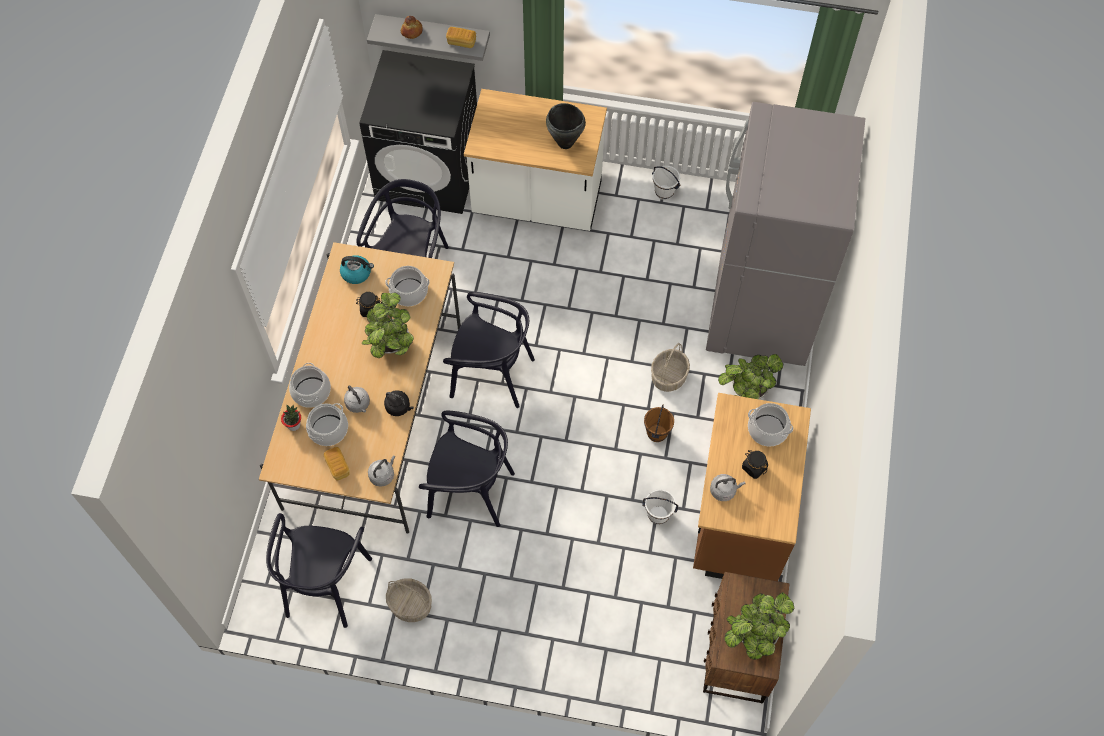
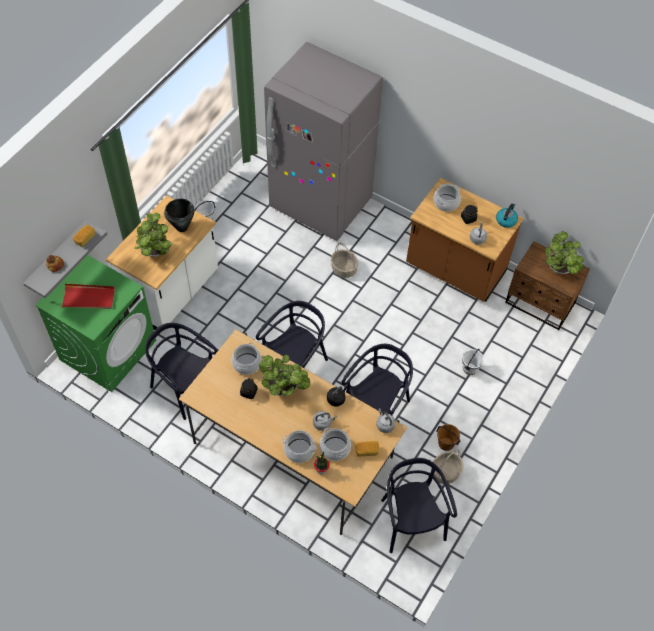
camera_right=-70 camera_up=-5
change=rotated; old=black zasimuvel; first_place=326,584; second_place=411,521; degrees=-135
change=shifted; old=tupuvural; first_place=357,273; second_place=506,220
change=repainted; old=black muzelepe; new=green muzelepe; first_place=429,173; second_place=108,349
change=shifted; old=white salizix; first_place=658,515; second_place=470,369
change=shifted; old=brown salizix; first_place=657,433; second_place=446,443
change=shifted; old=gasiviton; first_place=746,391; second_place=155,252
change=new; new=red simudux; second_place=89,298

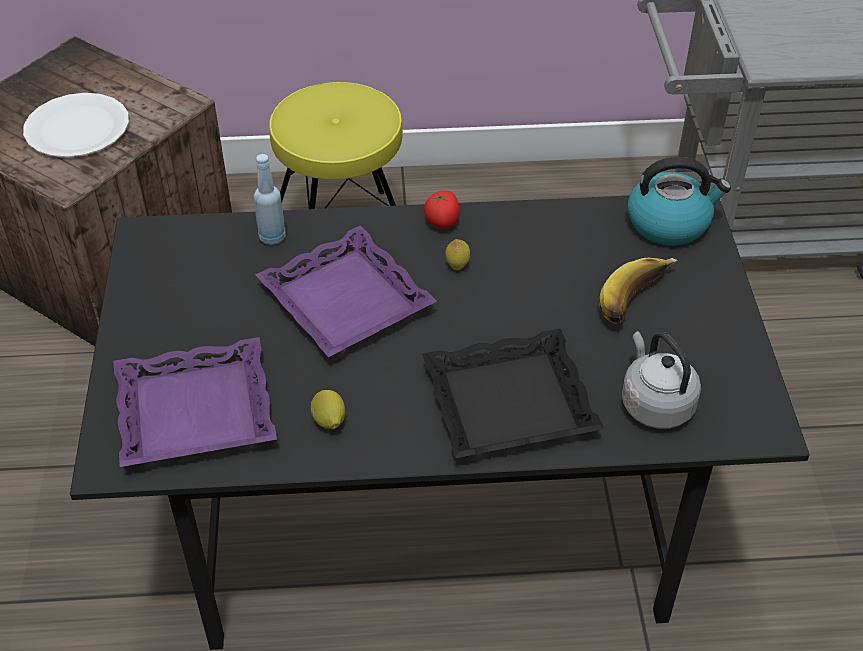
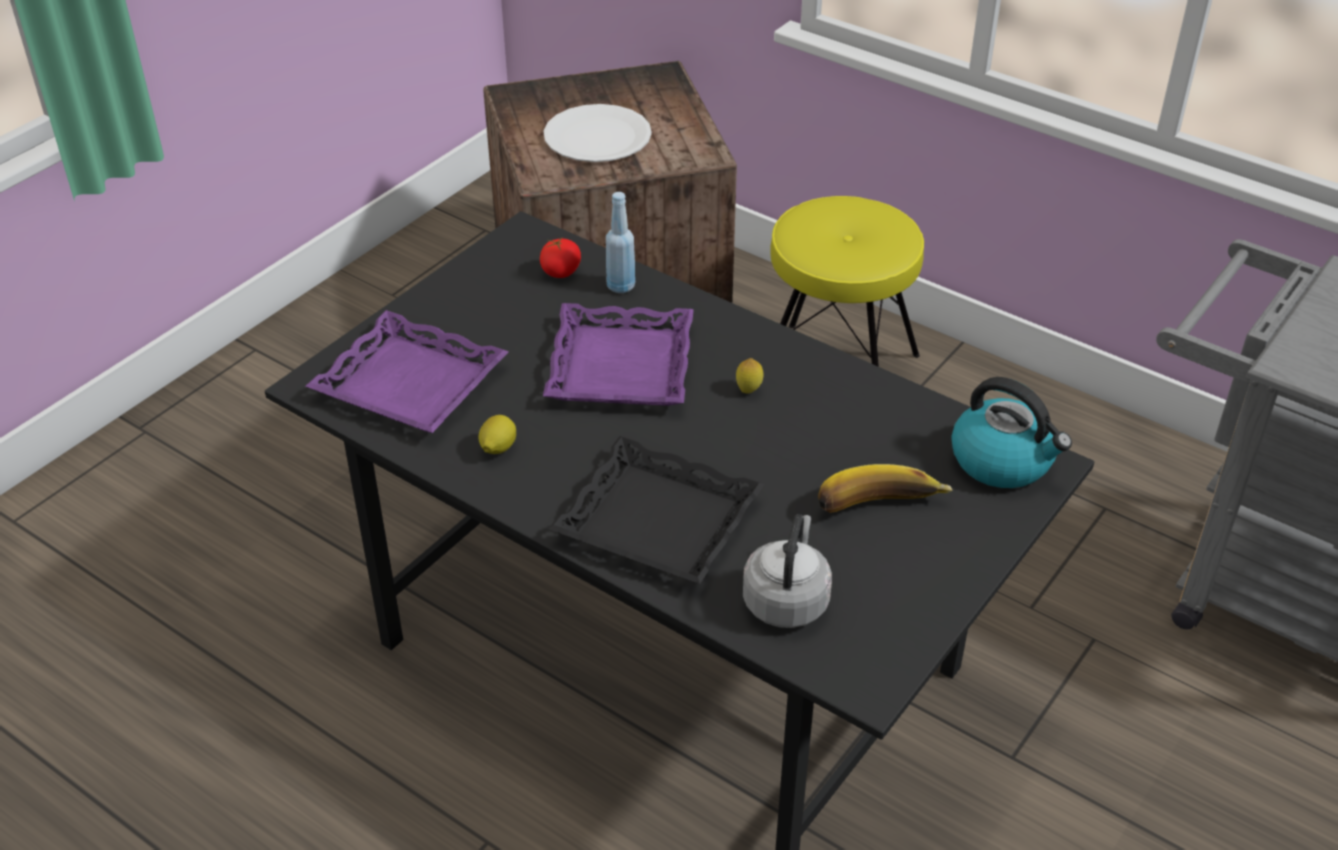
camera_right=40 camera_up=-5
change=shifted; old=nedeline; first_place=442,222; second_place=561,272

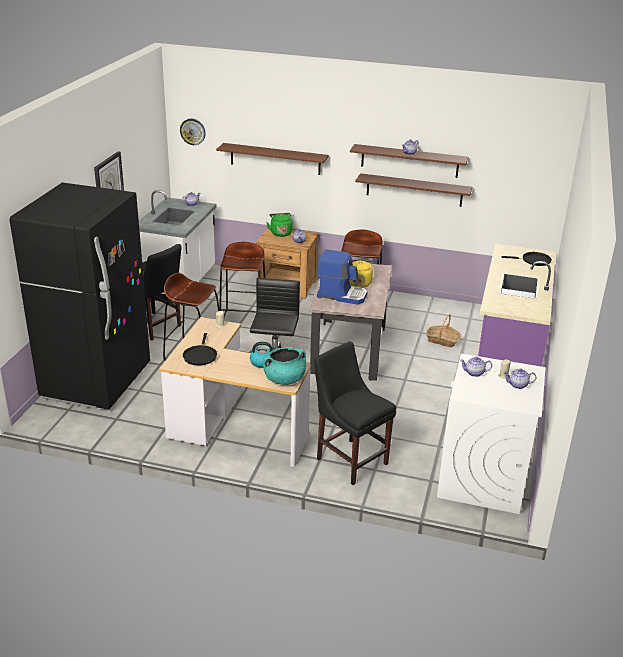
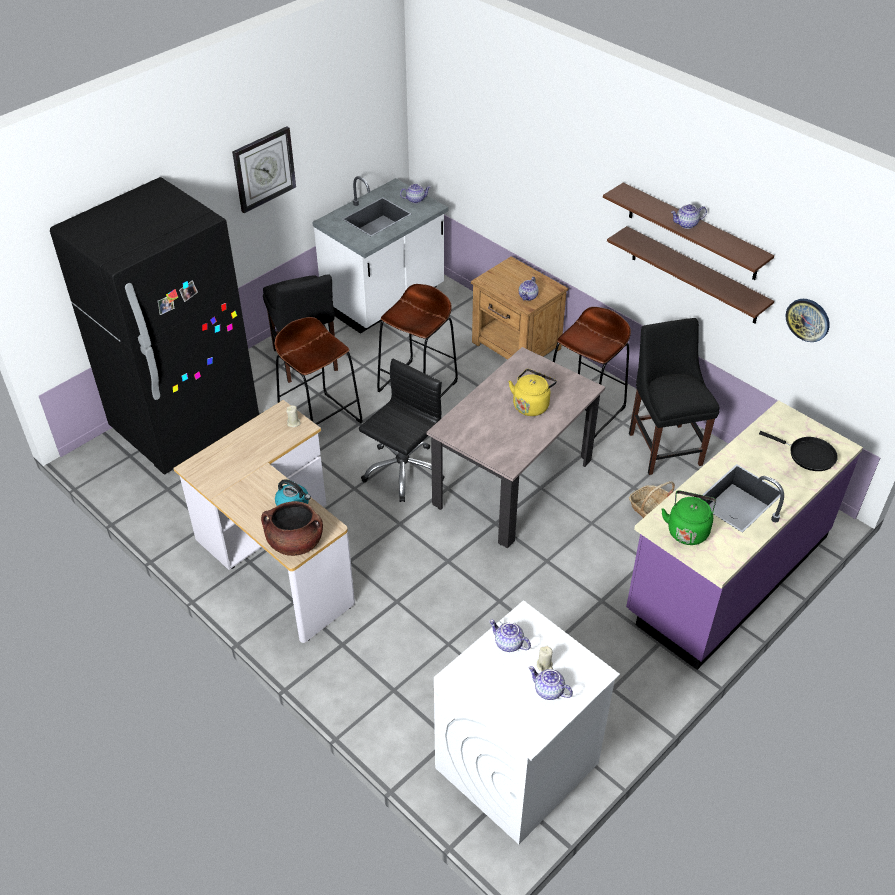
camera_right=30 camera_up=15
change=shifted; old=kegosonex; first_place=193,131; second_place=808,319
change=gone; old=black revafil; first_place=200,356
change=gone; old=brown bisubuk; first_place=275,159
change=repainted; old=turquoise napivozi; new=brown napivozi; first_place=284,379; second_place=295,543
change=shifted; old=green tupuvural; first_place=280,233; second_place=687,530
change=shifted; old=black zasimuvel; first_place=350,459; second_place=664,446
change=gone; old=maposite; first_place=342,295

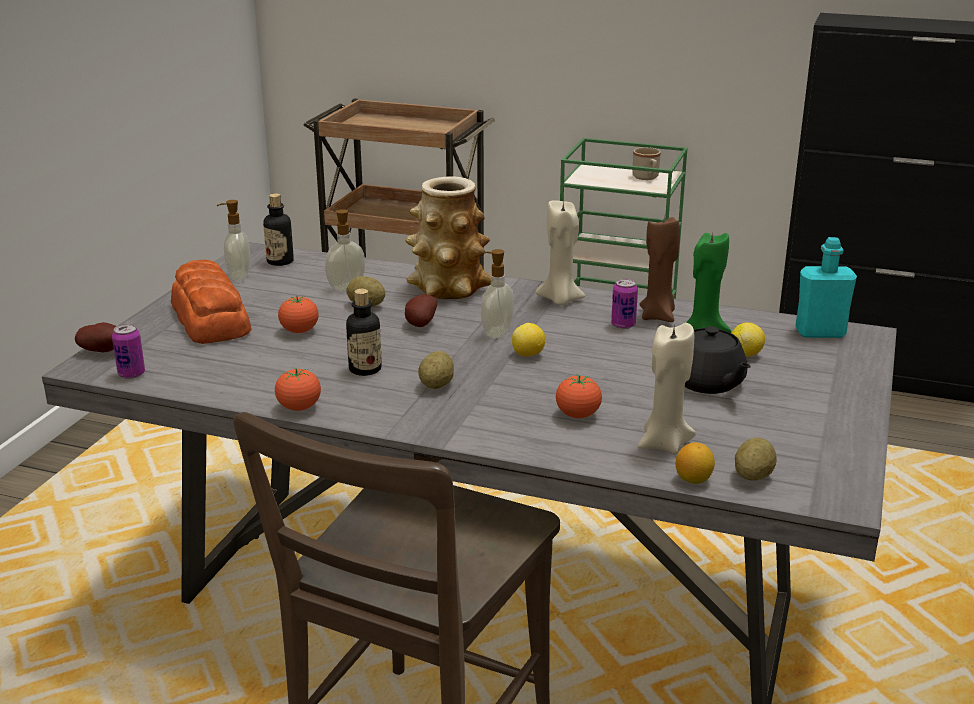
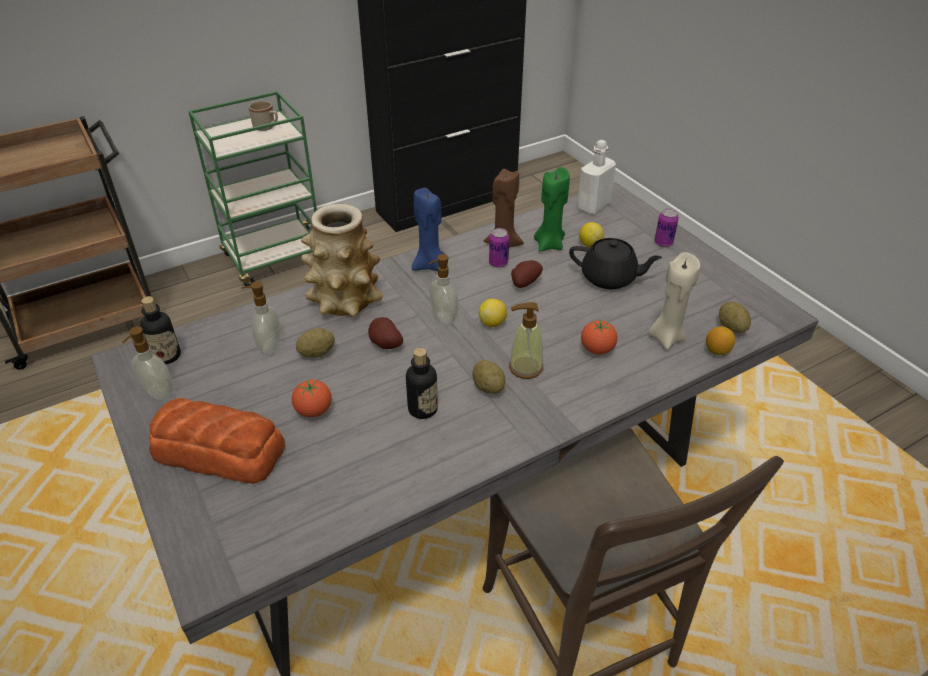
camera_right=-50 camera_up=15
change=shifted; old=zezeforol; first_place=104,351; second_place=524,283
change=shifted; old=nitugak; first_place=131,374; second_place=663,243
change=gone; old=nedeline; first_place=299,408
change=repainted; old=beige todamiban; new=blue todamiban; first_place=560,300; second_place=430,266
change=repainted; old=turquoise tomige; new=white tomige; first_place=820,332; second_place=593,206
change=new; new=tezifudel; second_place=525,367

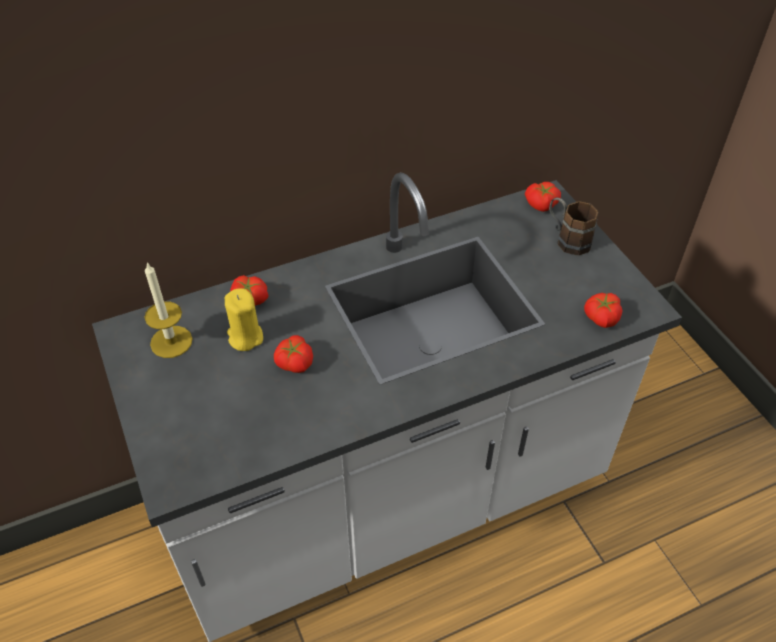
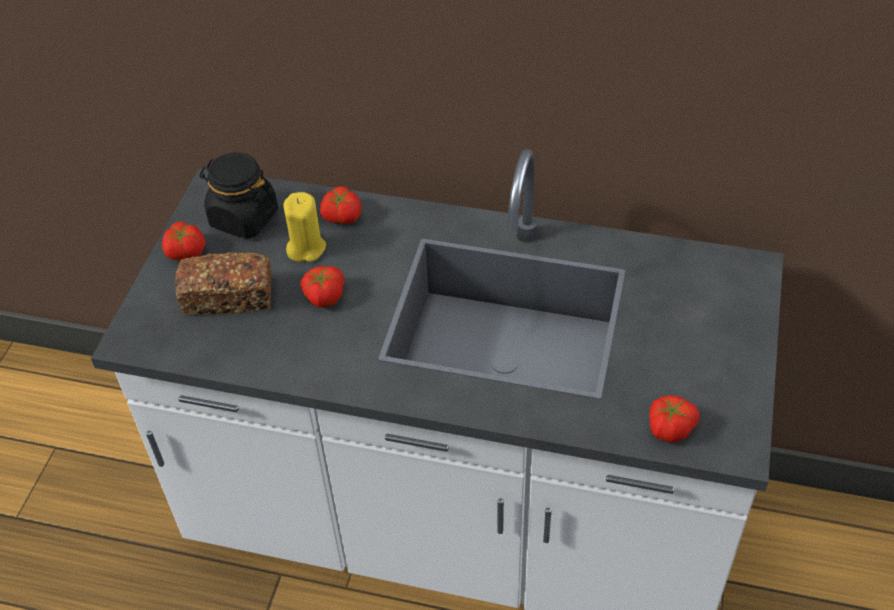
camera_right=40 camera_up=0
change=swapped; old=todamiban; new=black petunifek; first_place=171,341; second_place=243,218
change=shifted; old=nedeline; first_place=541,205; second_place=185,252
change=gone; old=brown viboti; first_place=567,239
change=new; new=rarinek; second_place=228,297

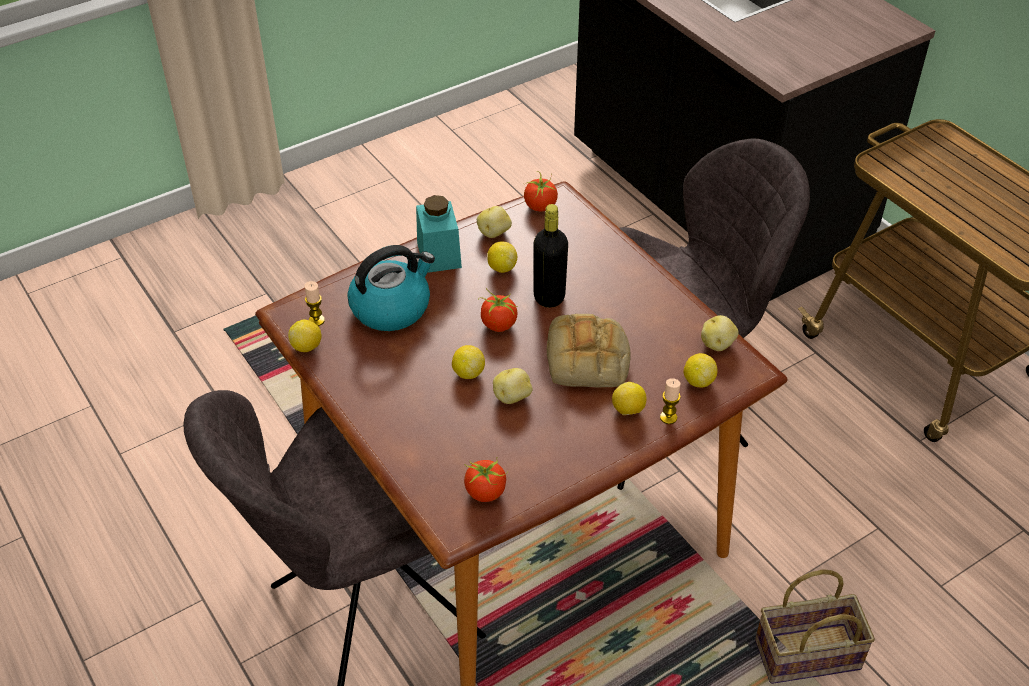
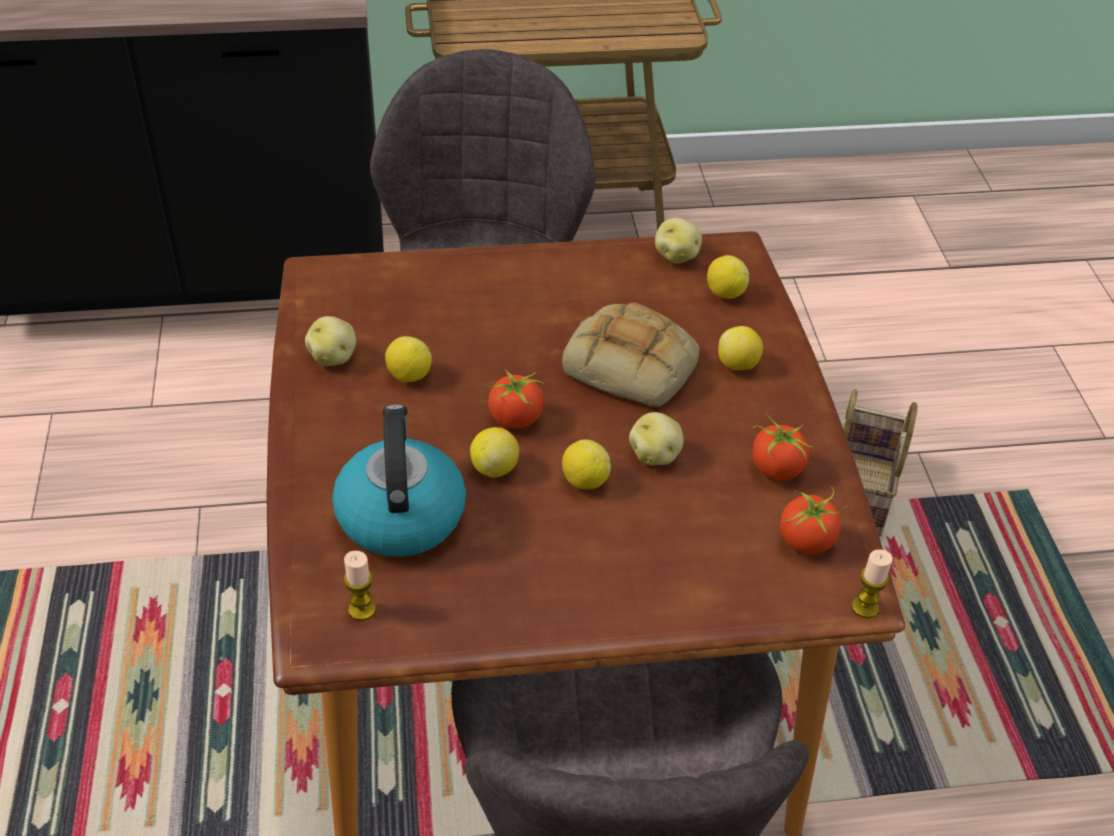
camera_right=-65 camera_up=0
change=shifted; old=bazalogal; first_place=307,347; second_place=494,468
change=gone; old=turquoise petunifek; first_place=439,255
change=shifted; old=nedeline; first_place=540,206; second_place=776,469
change=gone; old=black tomige; first_place=549,297
change=shifted; old=todamiban; first_place=668,417; second_place=865,607

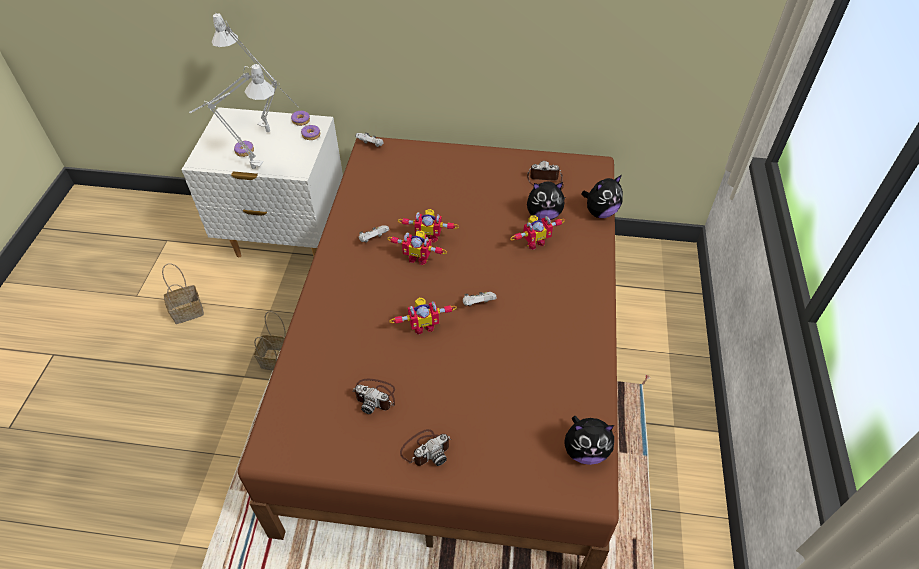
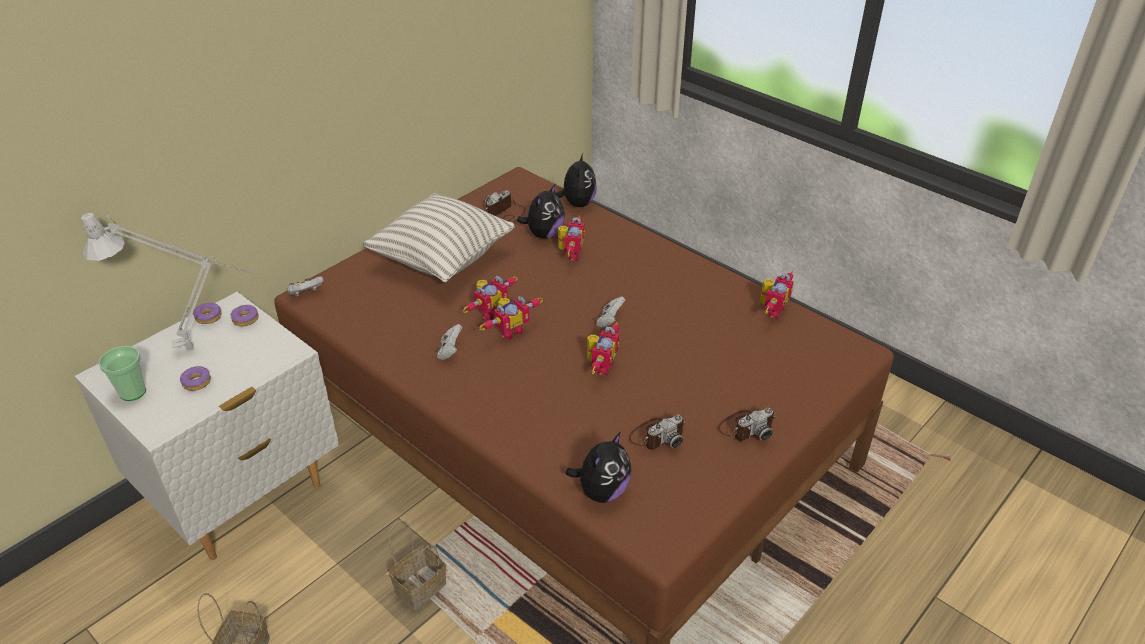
camera_right=-55 camera_up=-10
change=gone; old=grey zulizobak; first_place=248,168
change=rotated; old=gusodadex; first_place=426,449; second_place=746,427; degrees=60
change=shifted; old=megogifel; first_place=585,450; second_place=602,491
change=new; new=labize; second_place=133,392
change=new; new=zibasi; second_place=442,260
change=new; new=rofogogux; second_place=771,310

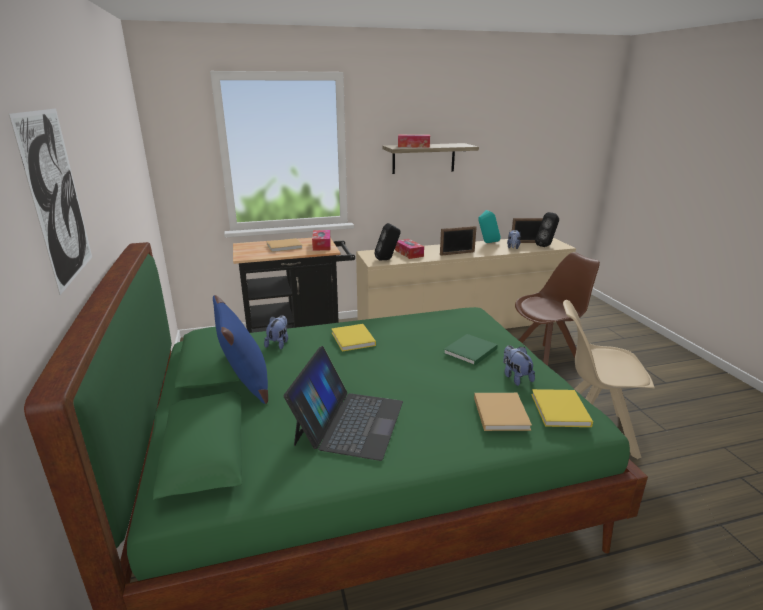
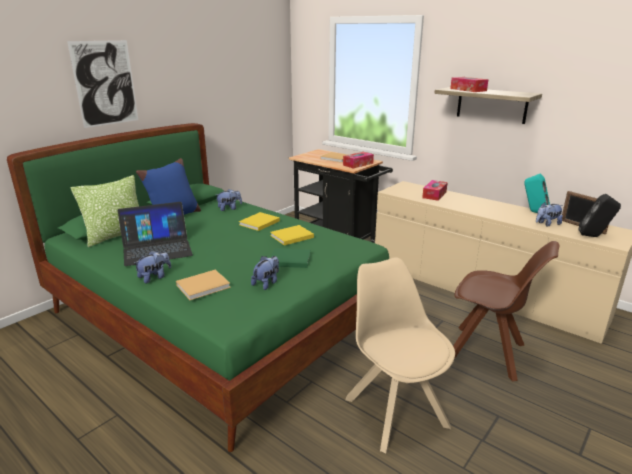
camera_right=55 camera_up=0
change=gone; old=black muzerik; first_place=387,259
change=gone; old=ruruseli; first_place=457,253
change=shifted; old=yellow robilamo; first_place=560,411; second_place=290,237
change=new; new=zibasi; second_place=117,236
change=new; new=megogifel; second_place=154,277

